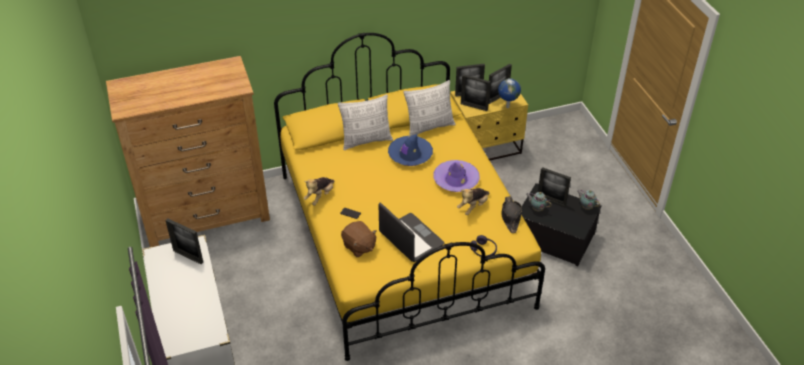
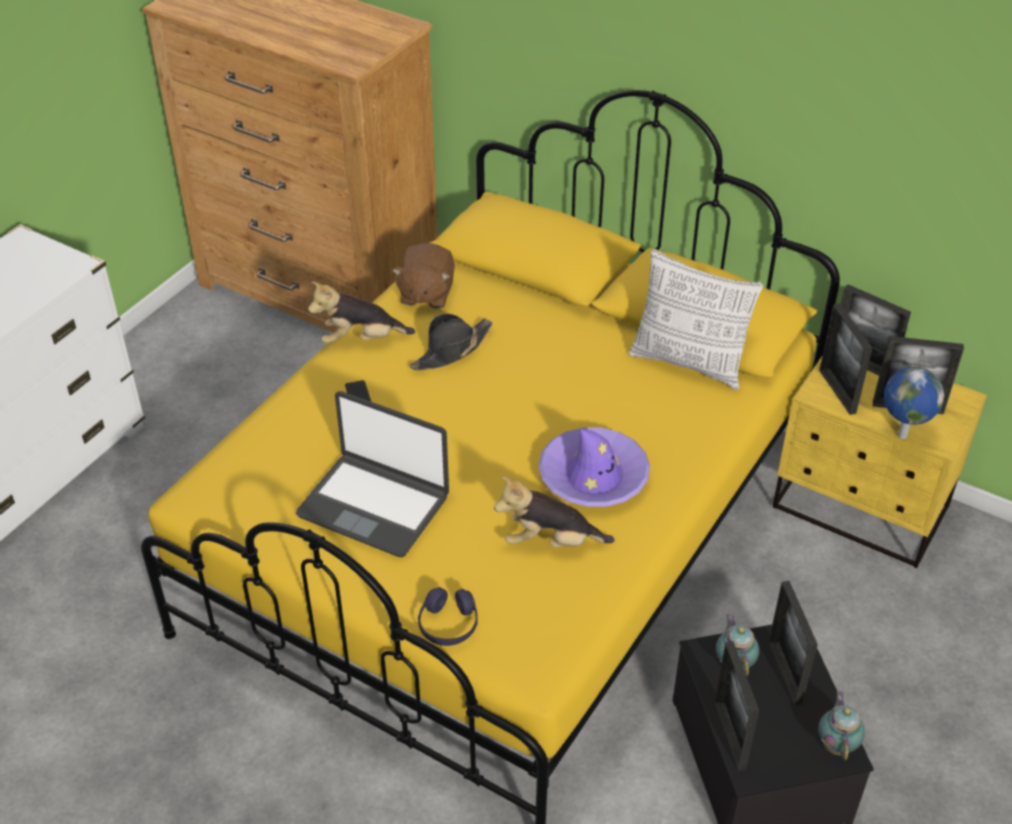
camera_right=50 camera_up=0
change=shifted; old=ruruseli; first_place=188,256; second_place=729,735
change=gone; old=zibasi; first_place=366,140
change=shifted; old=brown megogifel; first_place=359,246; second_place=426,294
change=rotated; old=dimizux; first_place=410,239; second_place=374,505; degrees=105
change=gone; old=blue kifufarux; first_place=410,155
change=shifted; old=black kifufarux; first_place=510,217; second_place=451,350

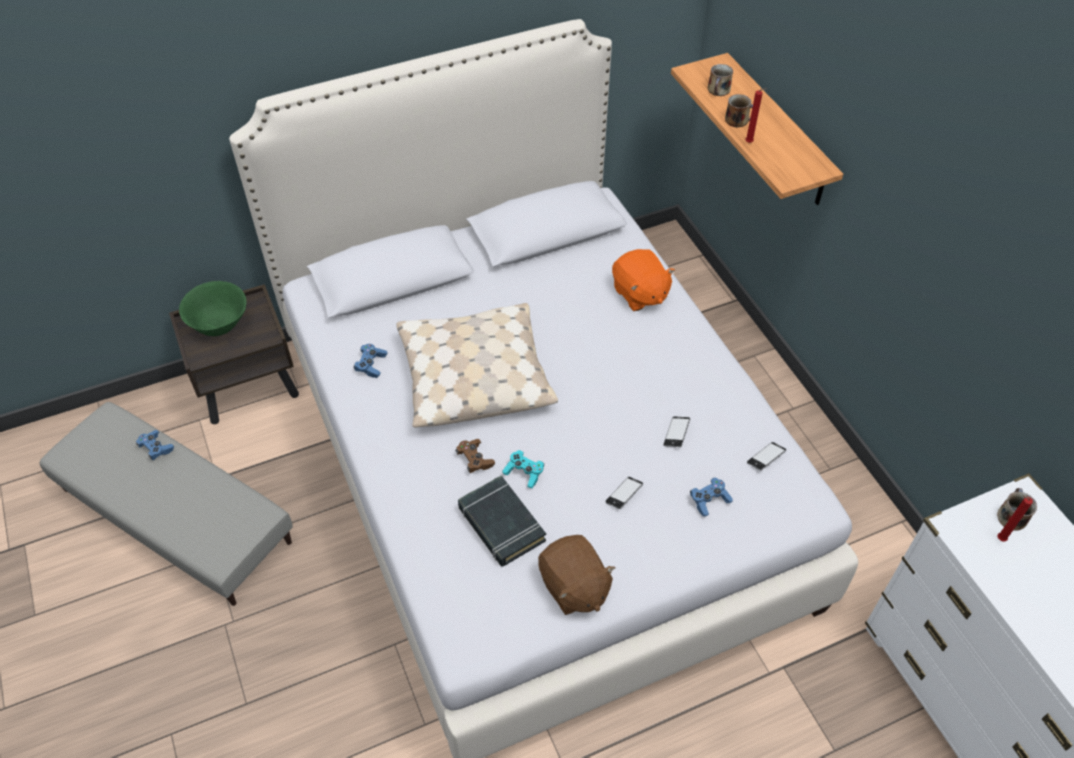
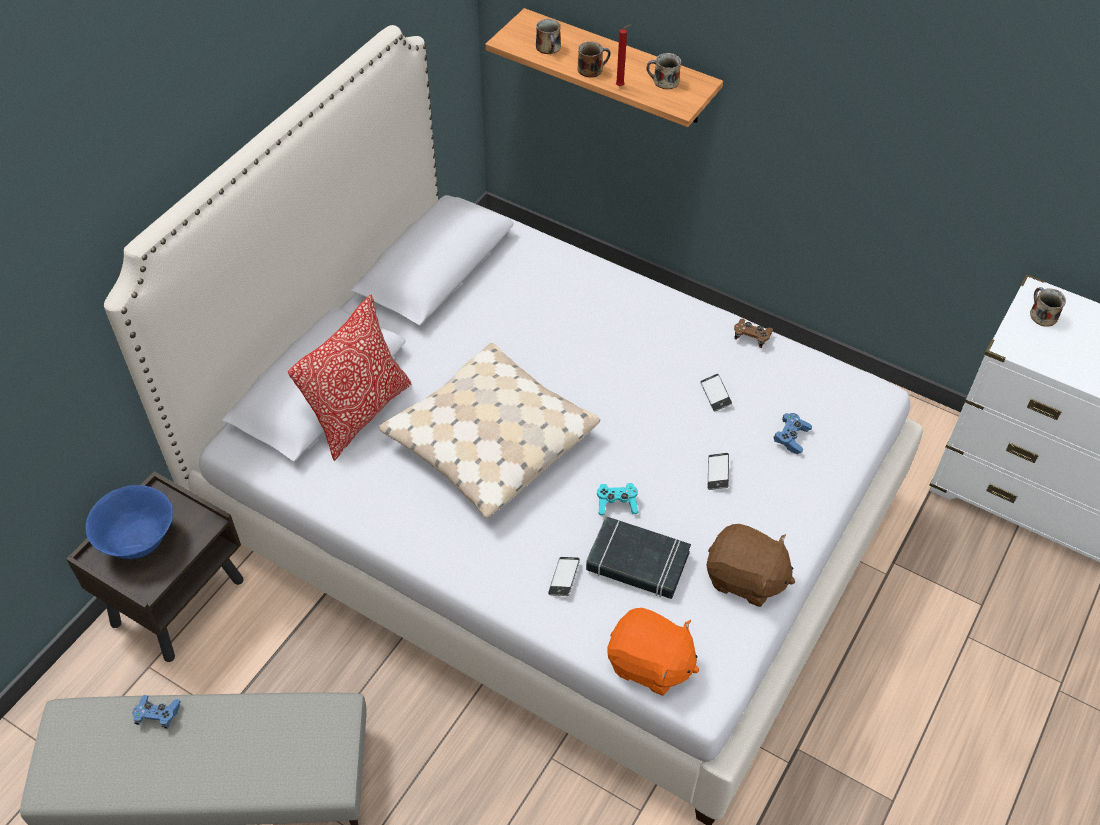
camera_right=-35 camera_up=0
change=repainted; old=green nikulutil; new=blue nikulutil; first_place=220,325; second_place=139,540
change=gone; old=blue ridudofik; first_place=371,365
change=shifted; old=brown ridudofik; first_place=475,460; second_place=751,337
change=shifted; old=orange megogifel; first_place=639,294; second_place=649,664
change=shifted; old=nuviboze; first_place=766,458; second_place=564,578
change=gone; old=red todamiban; first_place=999,539
change=new; new=zibasi; second_place=360,413
change=new; new=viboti; second_place=664,81

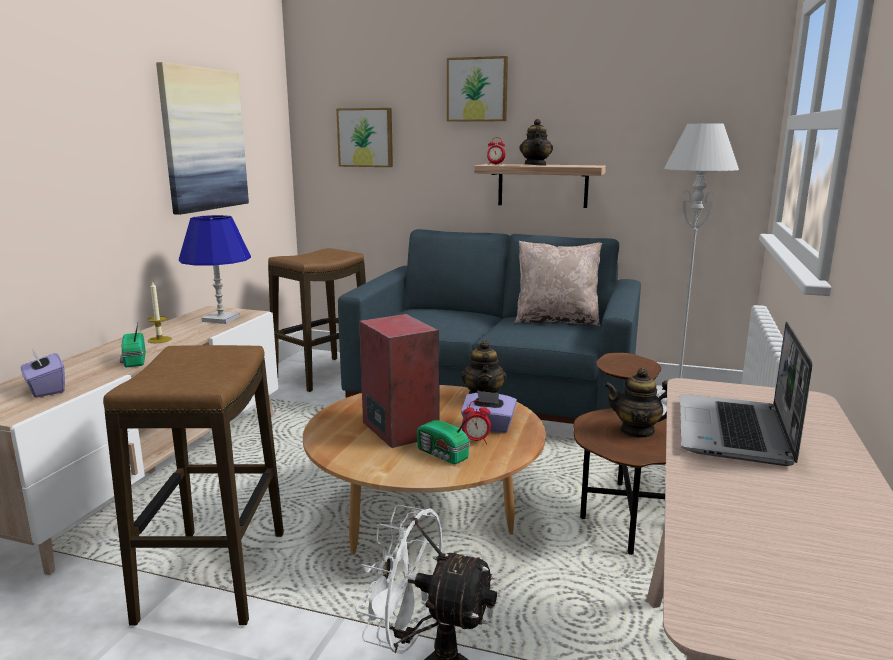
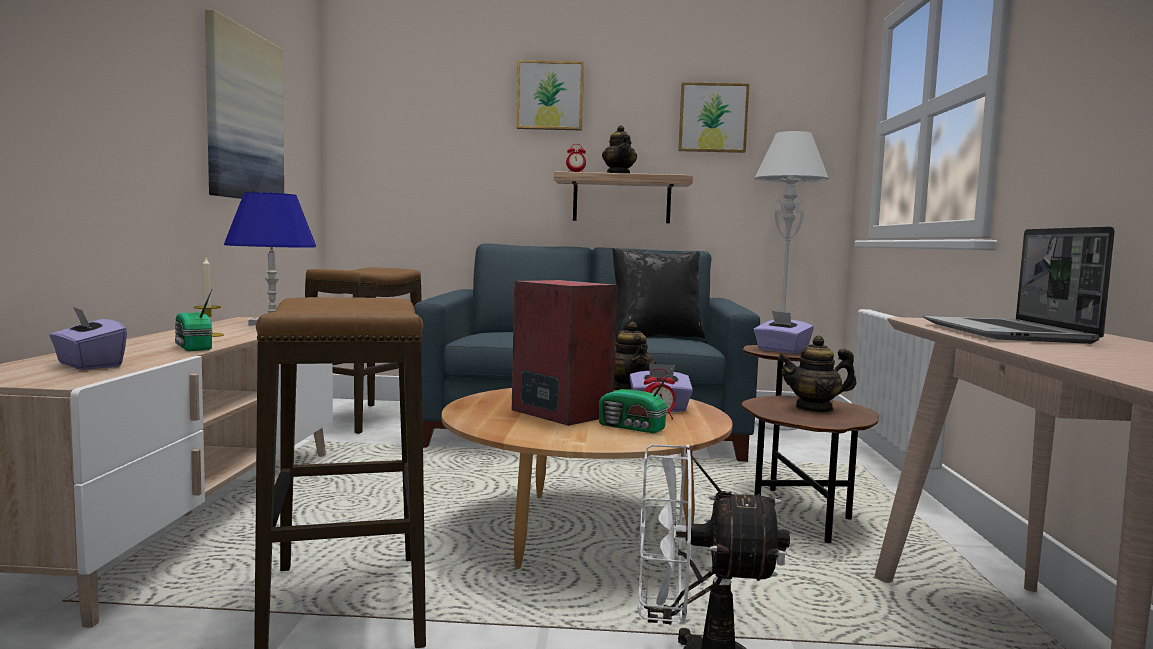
camera_right=-15 camera_up=-10
change=shifted; old=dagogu; first_place=366,137; second_place=712,118
change=repainted; old=beige zibasi; new=black zibasi; first_place=556,321; second_place=655,336
change=new; new=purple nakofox; second_place=781,350

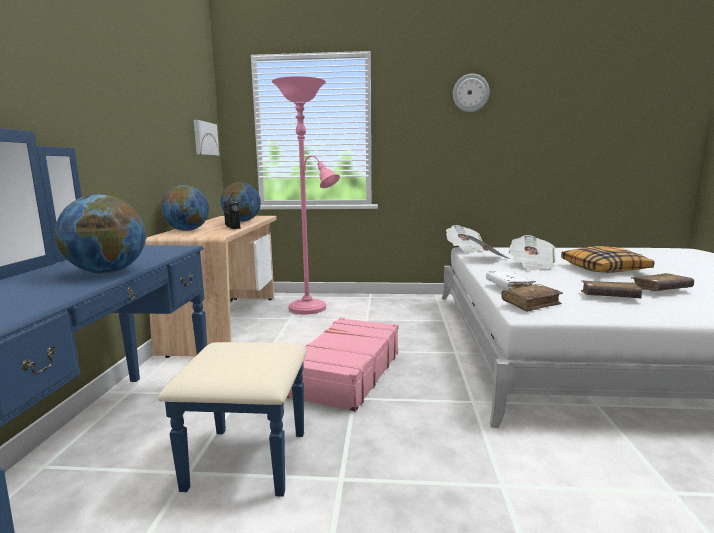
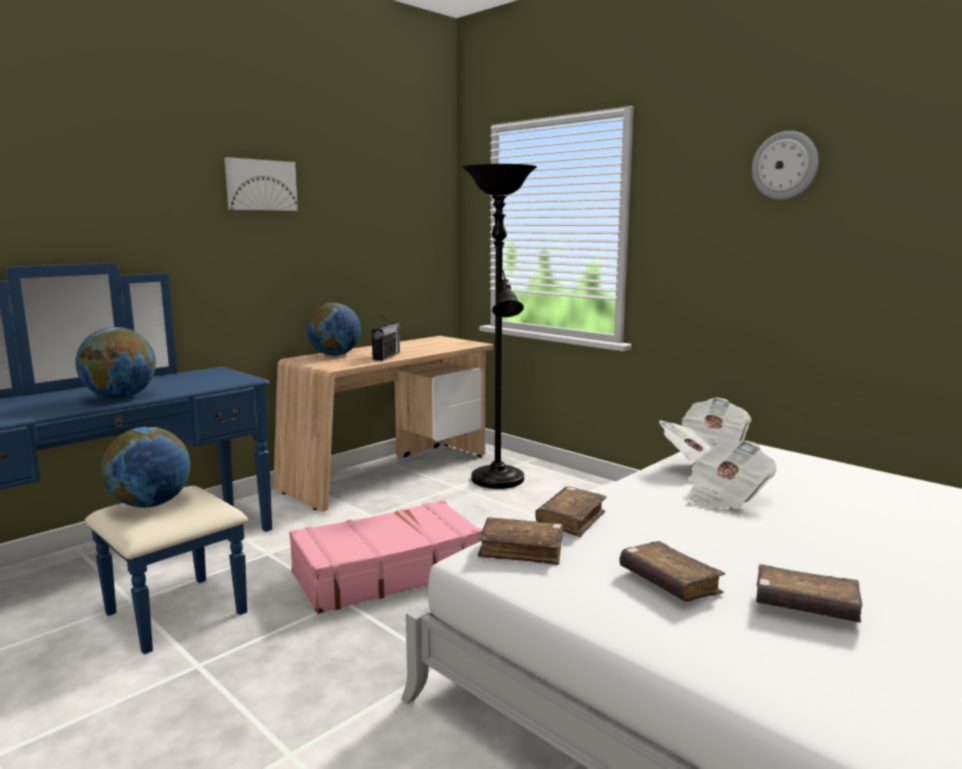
camera_right=40 camera_up=0
change=shifted; old=dagogu; first_place=204,138; second_place=260,185
change=shifted; old=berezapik; first_place=242,221; second_place=151,504
change=repainted; old=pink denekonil; new=black denekonil; first_place=311,309; second_place=499,482
change=repainted; old=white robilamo; new=brown robilamo; first_place=509,287; second_place=571,520
change=gone; old=zibasi; first_place=604,269

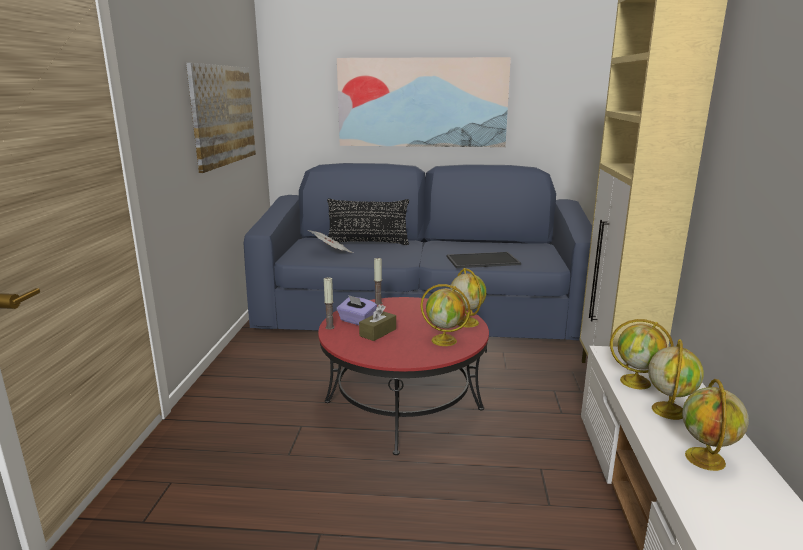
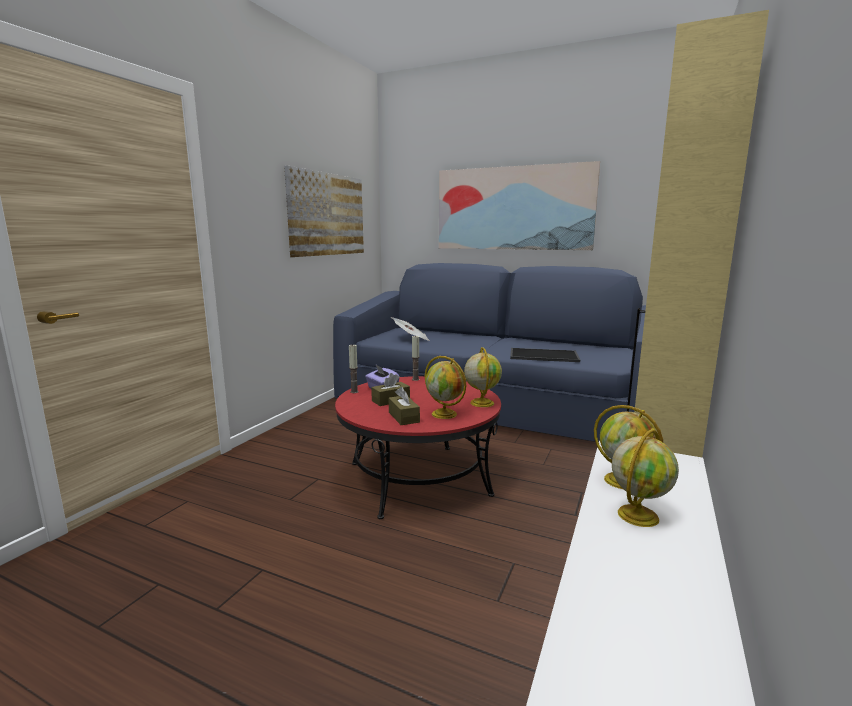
camera_right=20 camera_up=-5
change=gone; old=black zibasi; first_place=368,243
change=gone; old=berezapik; first_place=705,459
change=new; new=brown nakofox; second_place=403,417

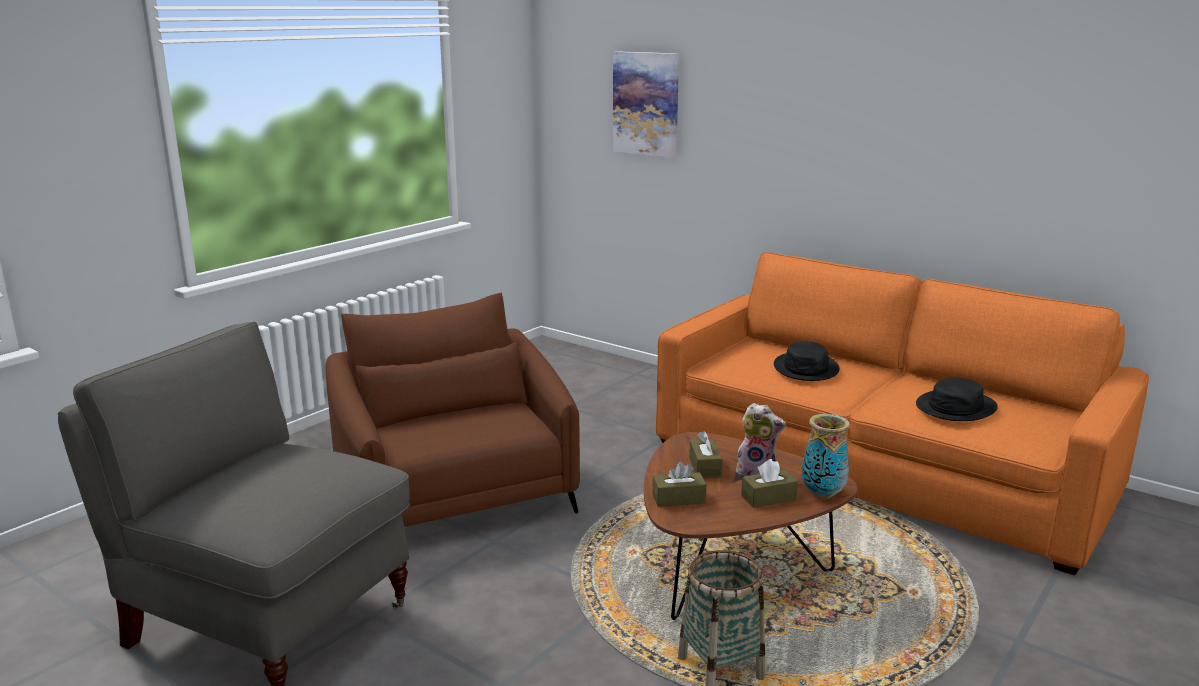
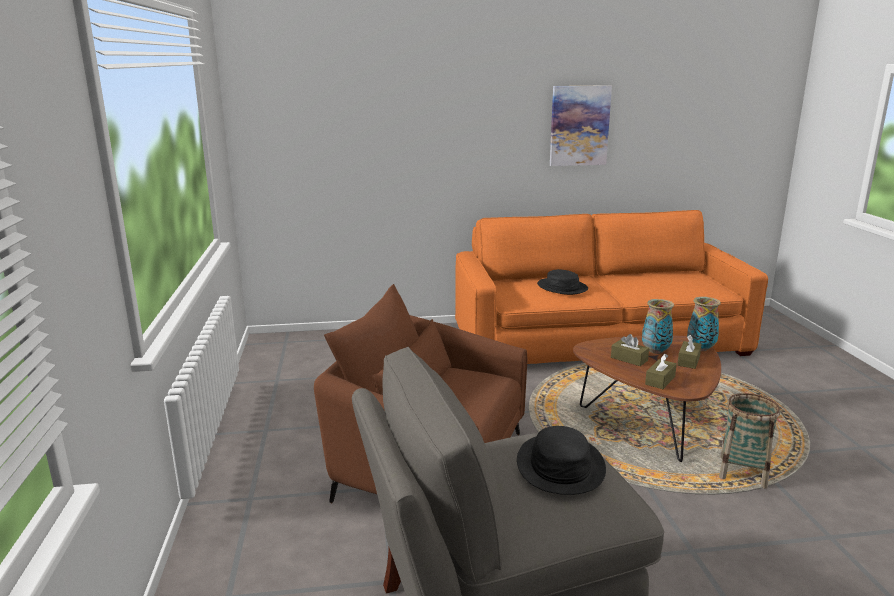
camera_right=-45 camera_up=0
change=shifted; old=dagogu; first_place=646,104; second_place=579,126
change=swapped; old=megogifel; new=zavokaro; first_place=757,473; second_place=655,351
change=shifted; old=black kifufarux; first_place=955,407; second_place=560,465

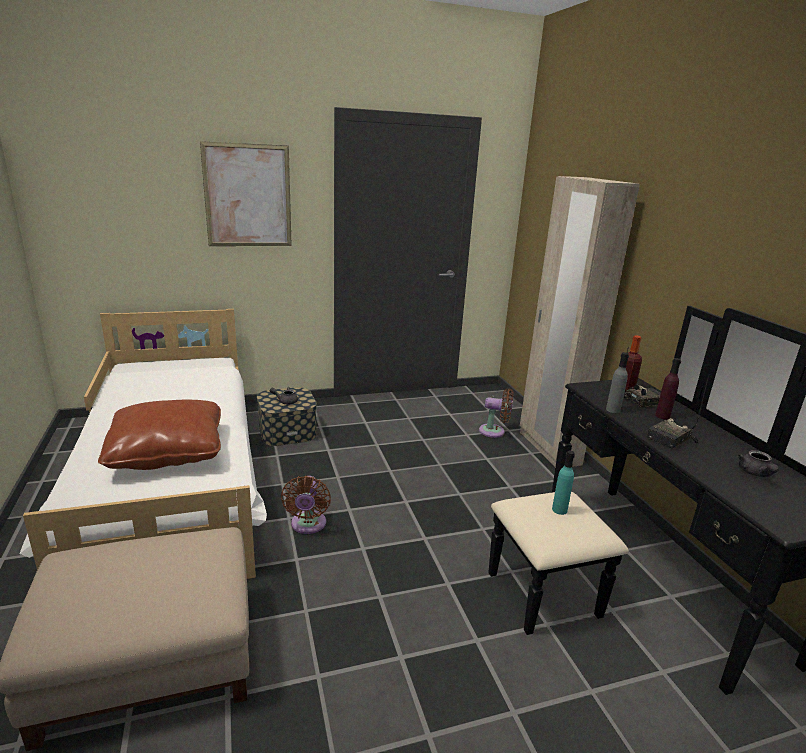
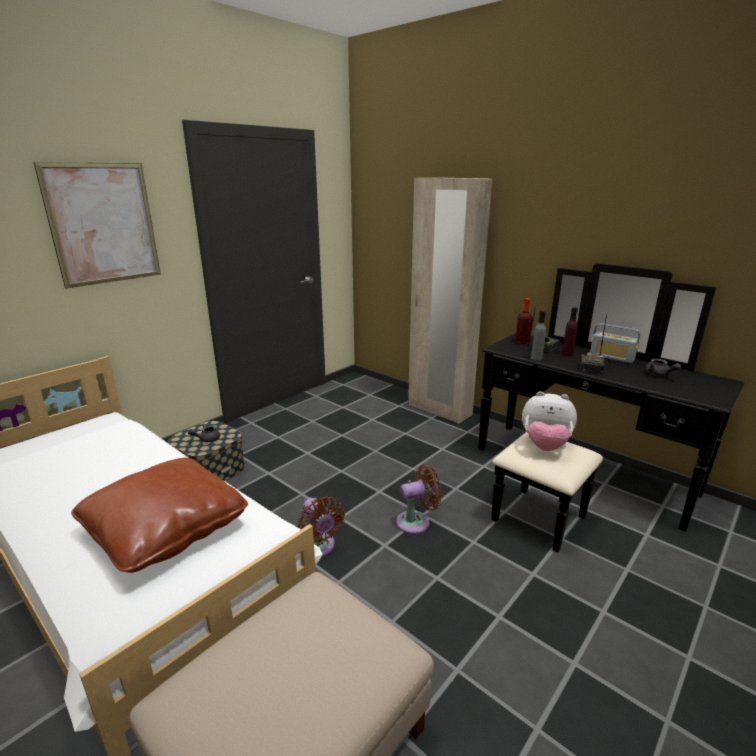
camera_right=-30 camera_up=0
change=shifted; old=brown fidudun; first_place=494,431; second_place=416,522
change=swapped; old=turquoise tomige; new=megogifel; first_place=559,510; second_place=545,446
change=new; new=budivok; second_place=611,357

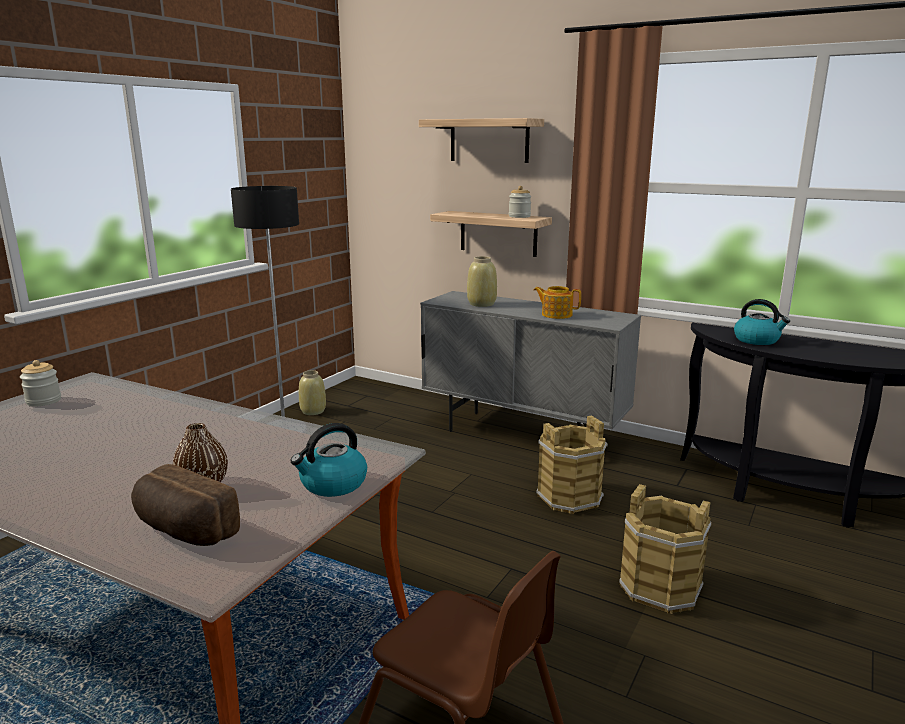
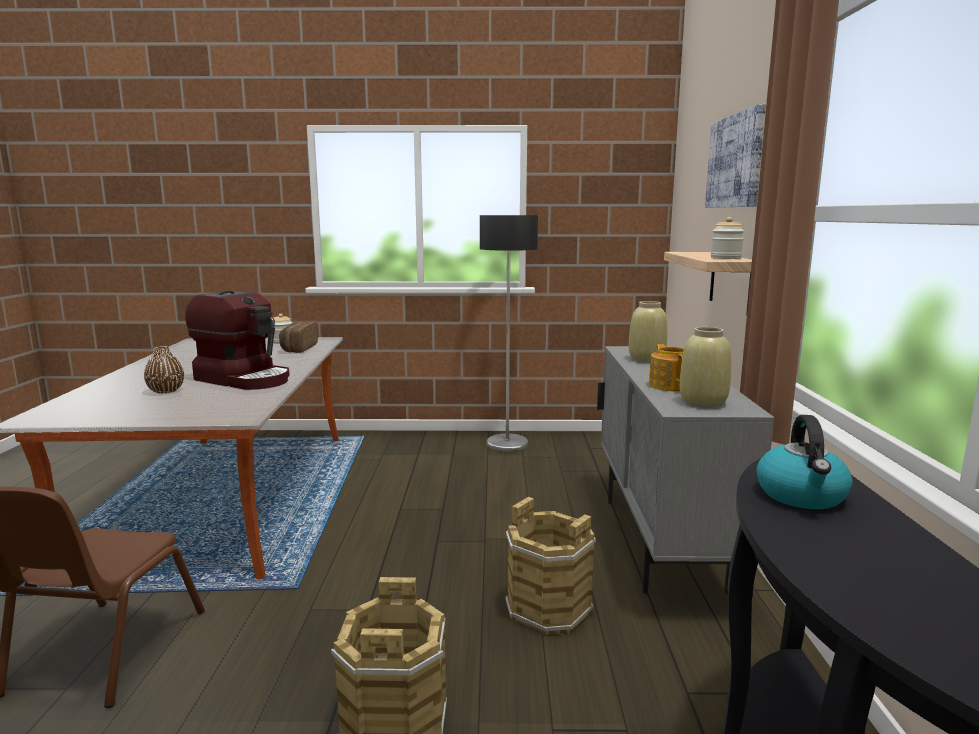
camera_right=60 camera_up=-5
change=shifted; old=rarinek; first_place=183,530; second_place=297,348
change=gone; old=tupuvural; first_place=332,484
change=shifted; old=beige zavokaro; first_place=313,411; second_place=703,403
change=swapped; old=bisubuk; new=dagogu; first_place=489,140; second_place=735,161
change=new; new=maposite; second_place=245,379

